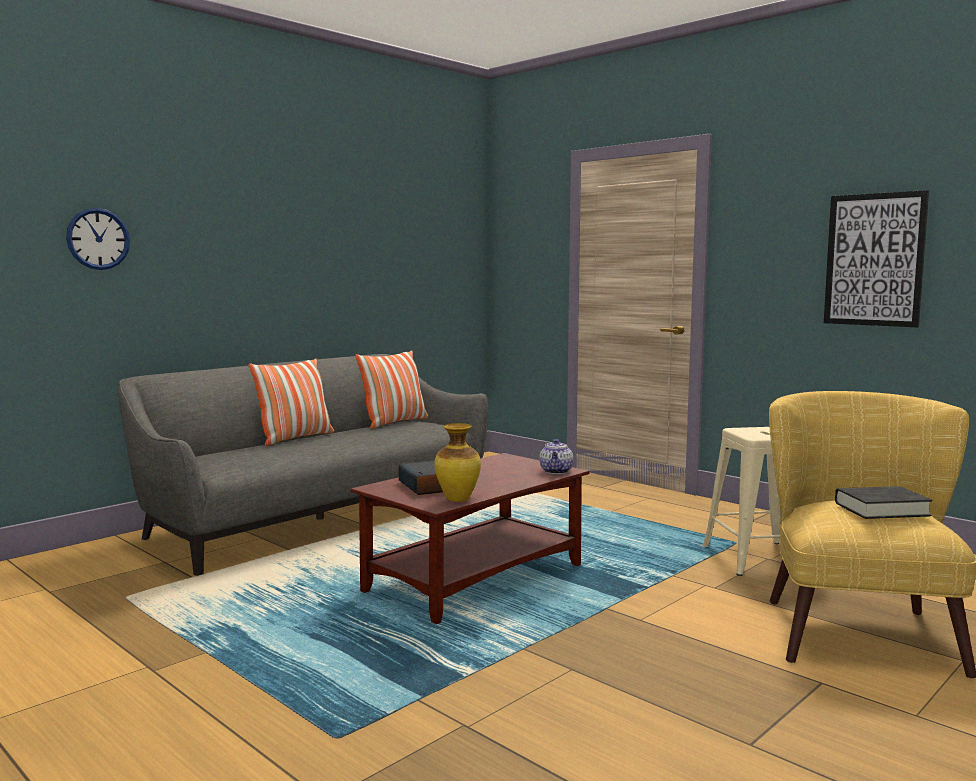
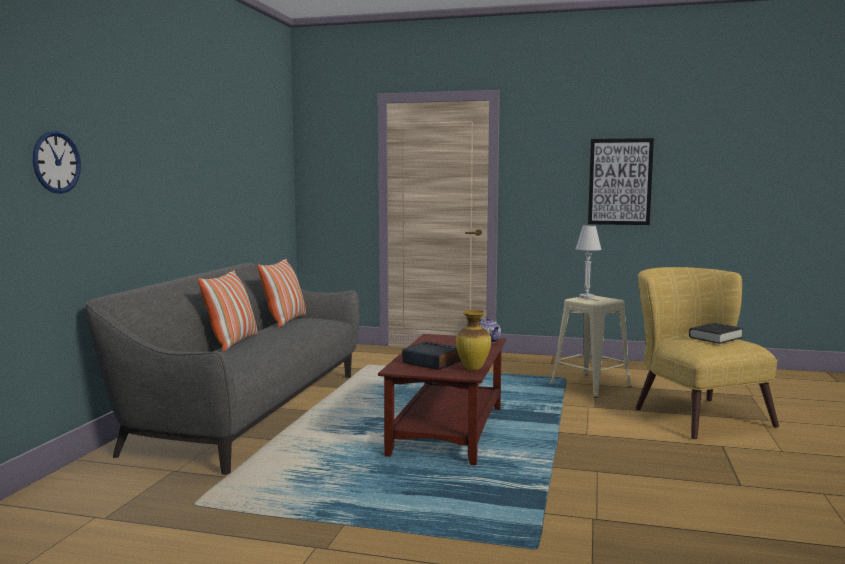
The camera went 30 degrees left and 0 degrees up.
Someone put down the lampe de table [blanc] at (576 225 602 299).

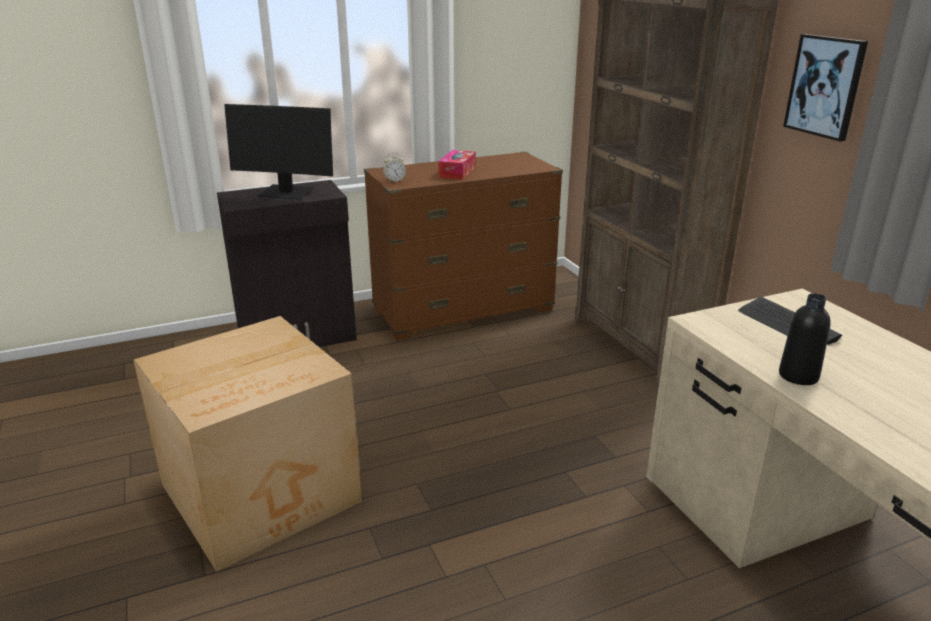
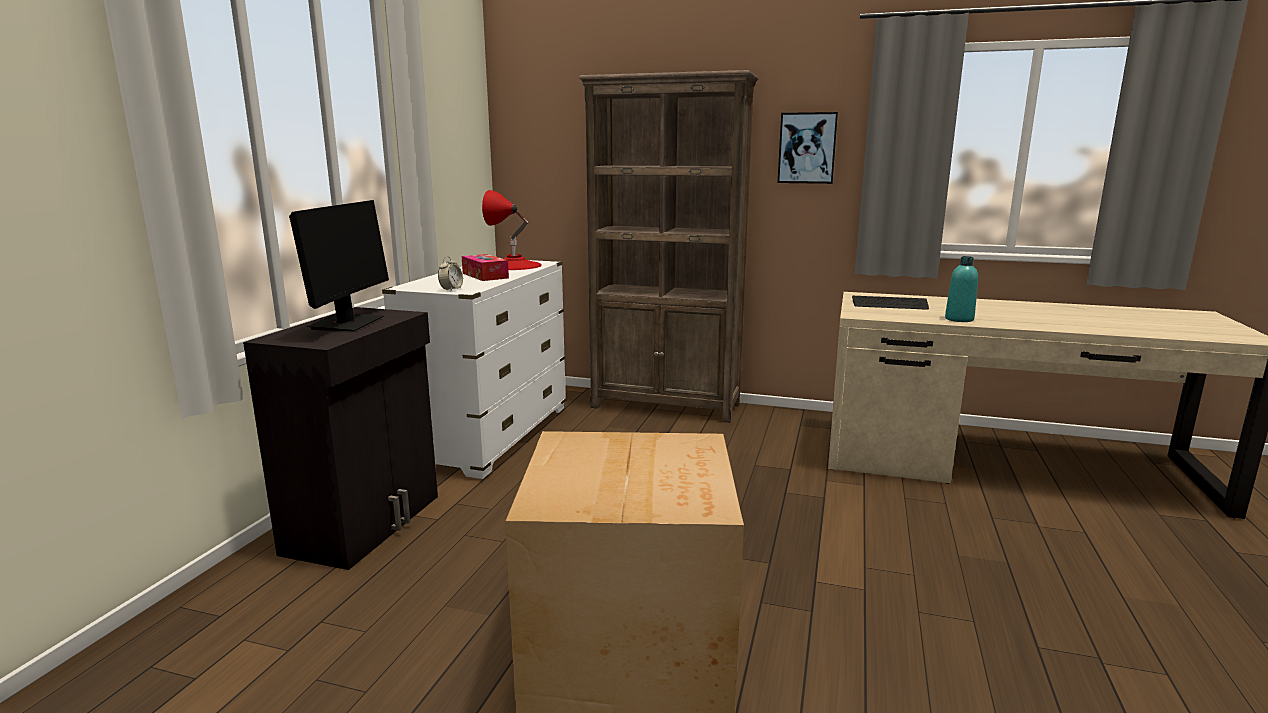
The camera went 50 degrees left and 10 degrees down.
Someone rotated the écran d'ordinateur at (224 104 333 200) by 45 degrees counterclockwise.
Someone repainted the commode [marron] at (364 152 563 341), which became the commode [blanc] at (382 260 566 479).
Someone repainted the bouteille [noir] at (779 293 831 385), which became the bouteille [turquoise] at (945 256 978 322).
Someone put down the lampe de table [rouge] at (482 190 542 270).

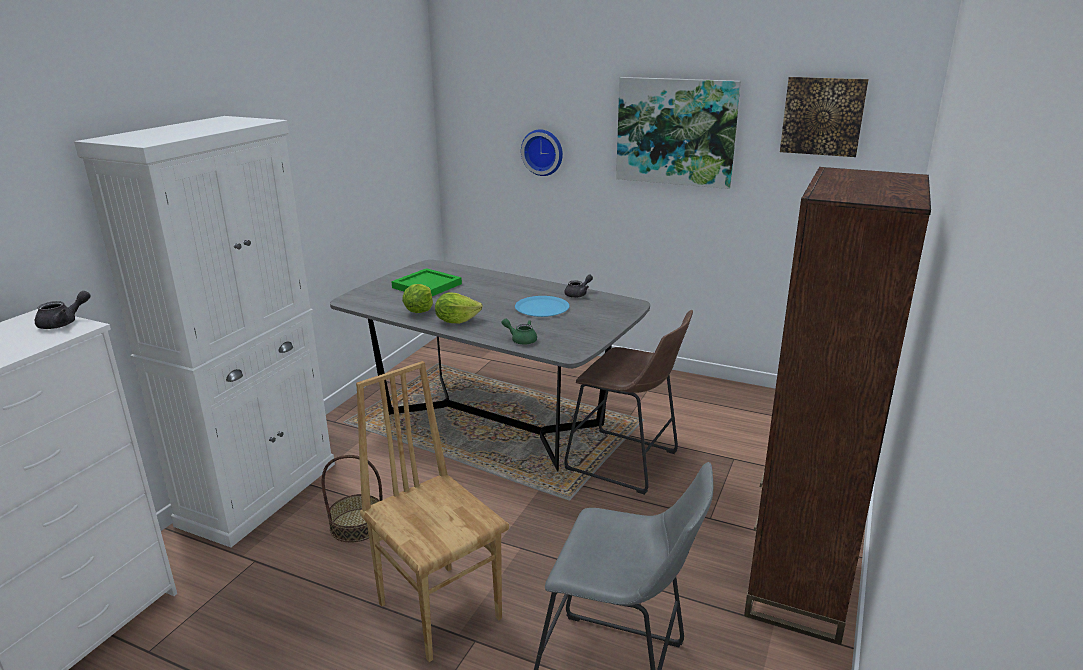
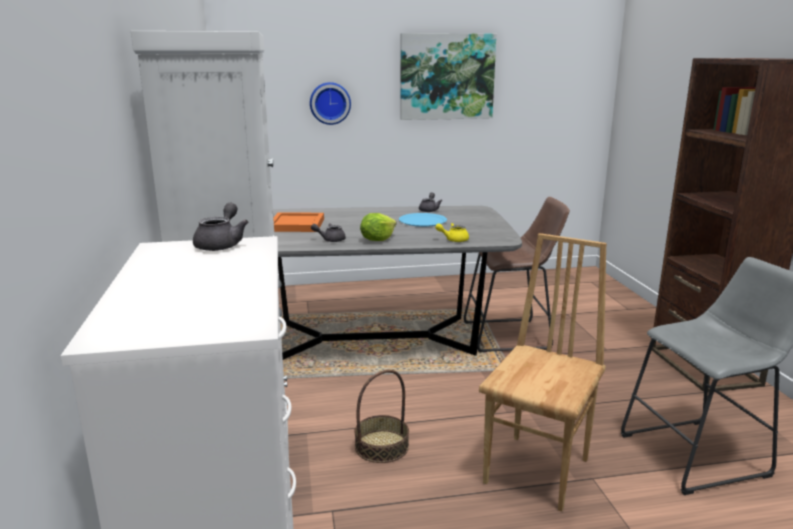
The camera went 35 degrees left and 5 degrees down.
Someone took away the tableau at (780 77 869 157).
Someone repainted the plateau [vert] at (391 268 462 296), which became the plateau [orange] at (273 212 324 232).
Someone swapped the laitue at (402 284 433 313) for the théière [gris] at (311 223 346 242).
Someone repainted the théière [vert] at (502 318 537 345), which became the théière [jaune] at (435 223 469 242).
Someone rotated the chaise [marron] at (356 361 509 662) by 105 degrees clockwise.

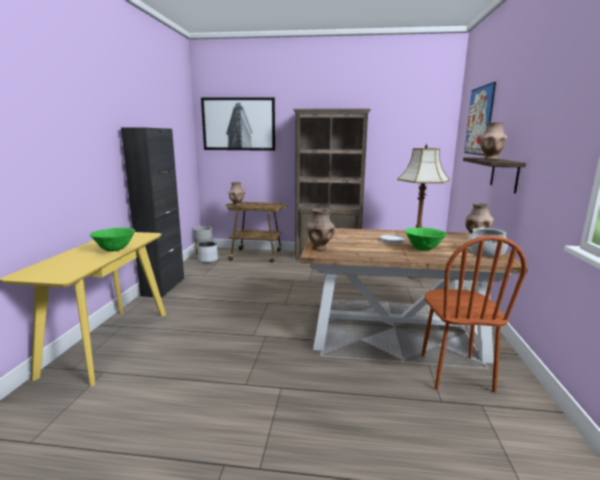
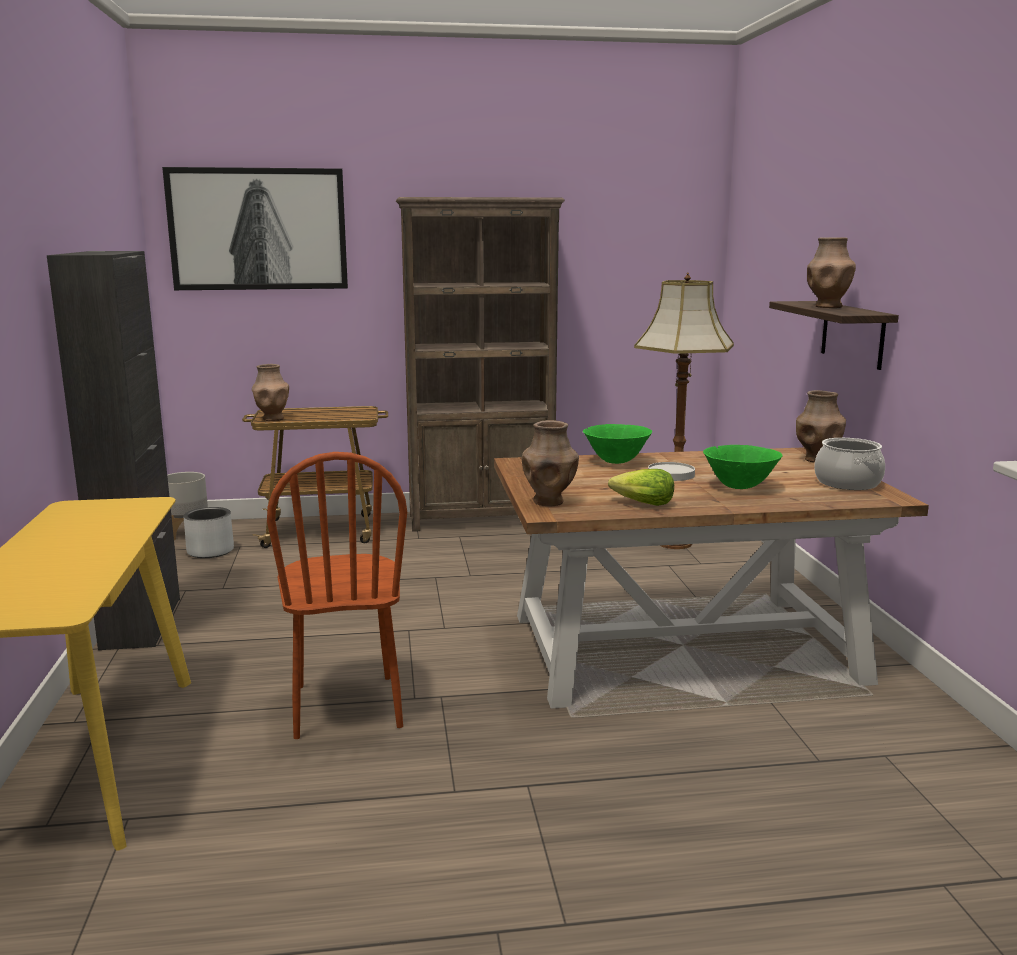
The camera went 15 degrees left and 0 degrees up.
Someone took away the tableau at (464 82 496 156).
Someone carried the bol [vert] from (90 228 135 252) to (583 424 652 464).
Someone carried the chaise [marron] from (421 236 527 392) to (267 452 407 739).
Someone put down the laitue at (608 469 674 506).

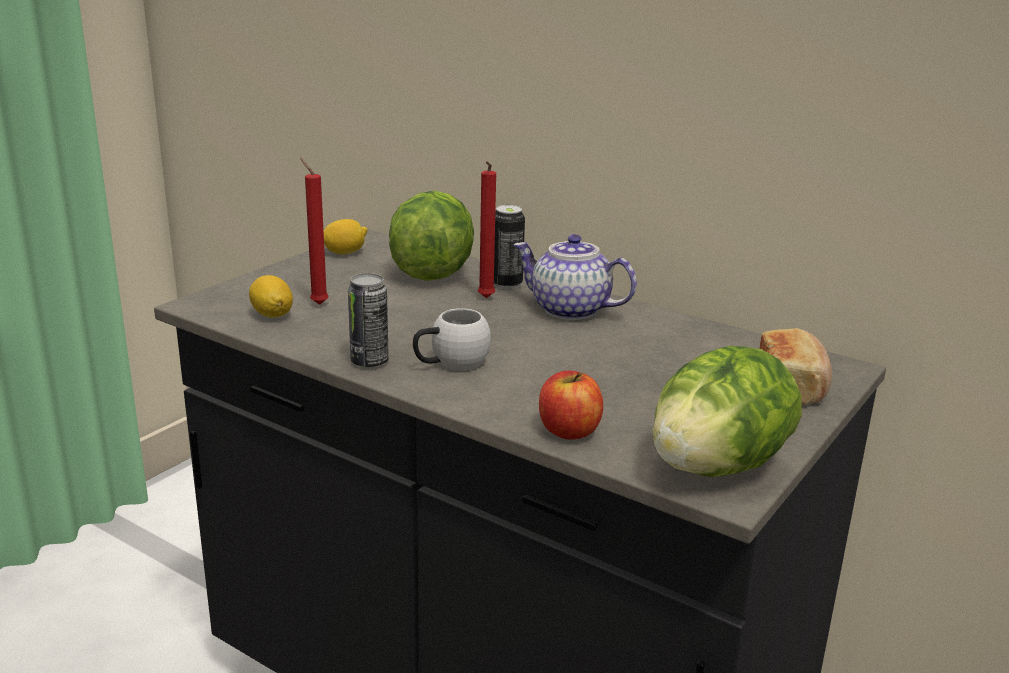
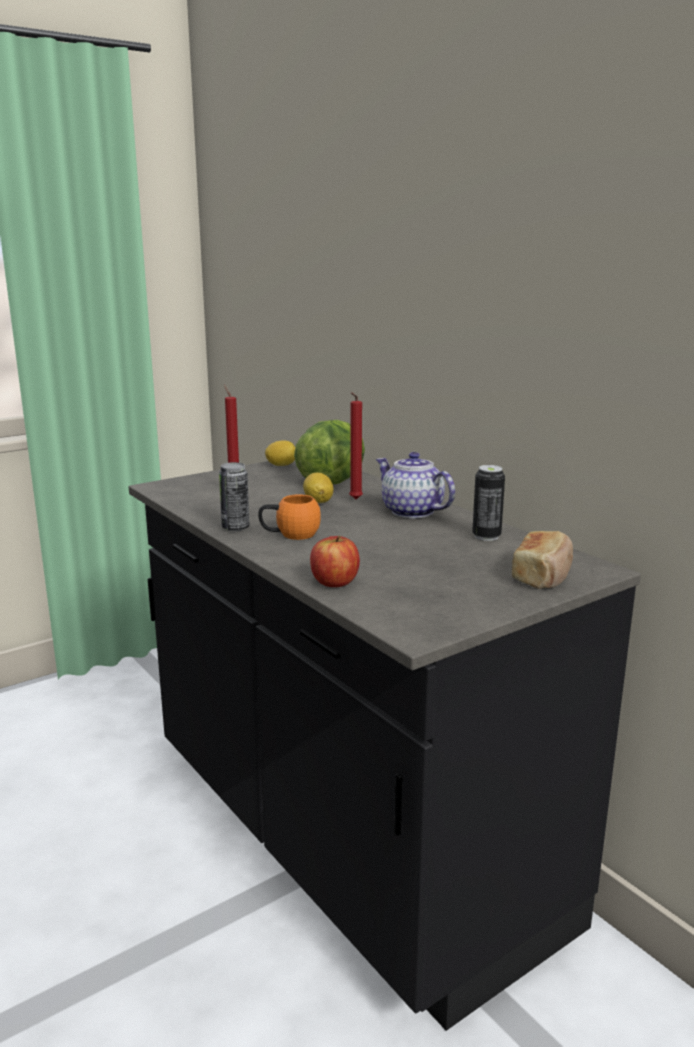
The camera went 20 degrees right and 5 degrees down.
Someone carried the boîte métallique from (494 205 525 290) to (472 465 505 541).
Someone carried the citron from (249 275 293 318) to (303 473 333 503).
Someone repainted the mug [blanc] at (413 308 491 371), which became the mug [orange] at (258 494 321 540).
Someone took away the laitue at (652 346 802 477).

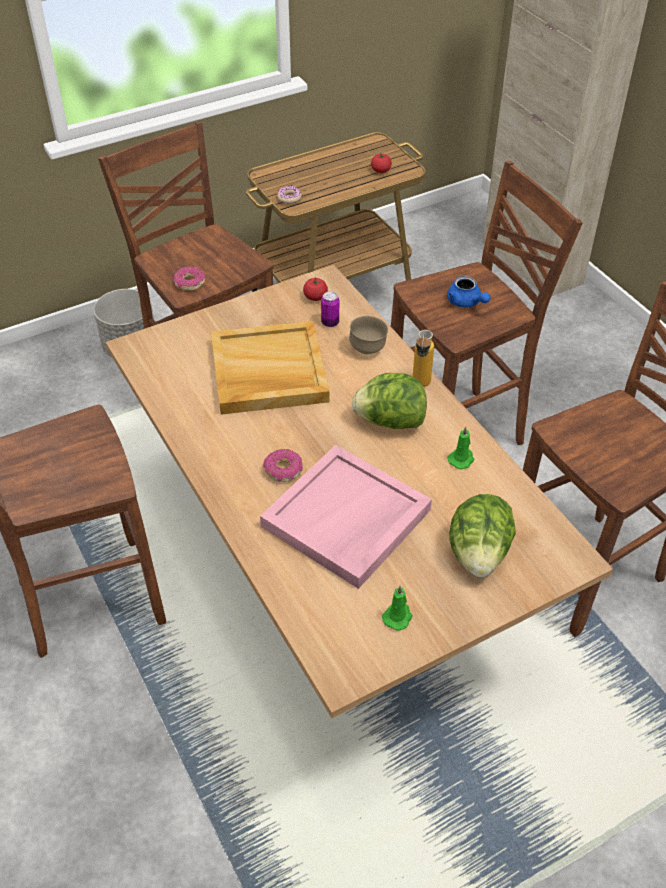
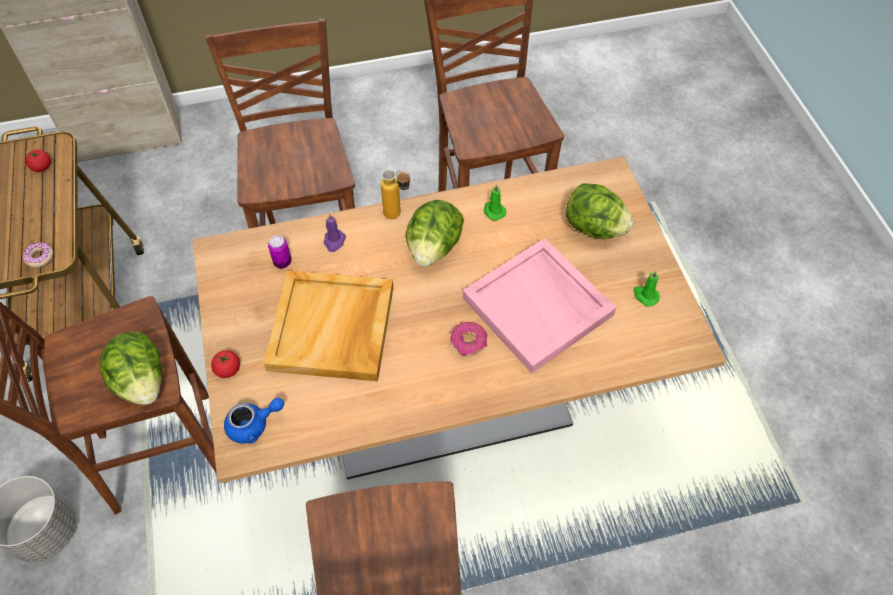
The camera went 75 degrees left and 10 degrees up.
Someone swapped the beignet at (173 266 206 291) for the laitue at (99 332 162 405).
Someone carried the théière [bleu] from (447 276 491 308) to (224 398 284 444).
Someone carried the tomate from (303 277 328 301) to (211 350 240 378).
Someone swapped the bol [marron] at (349 316 388 354) for the bougie [violet] at (324 214 346 252).

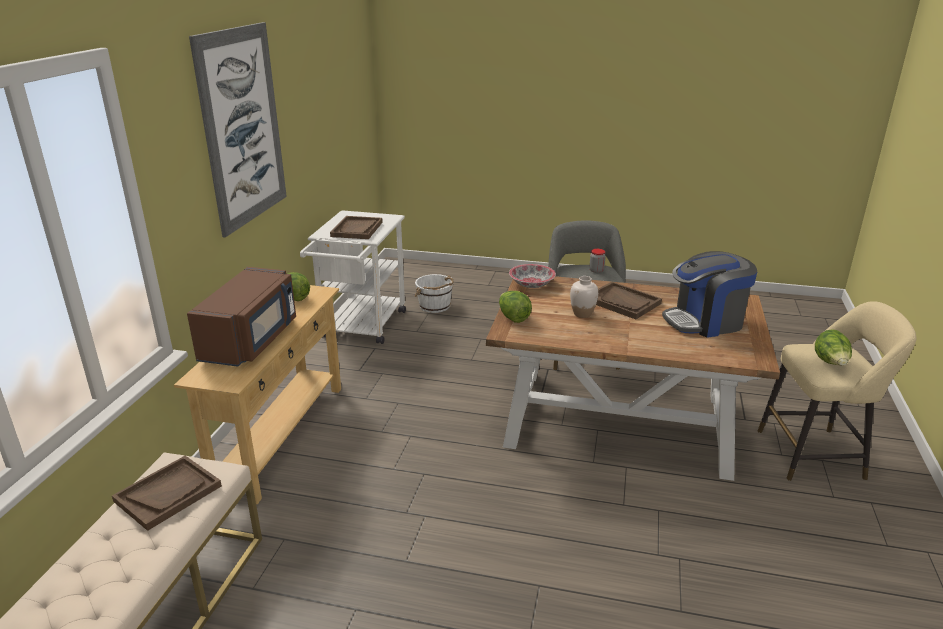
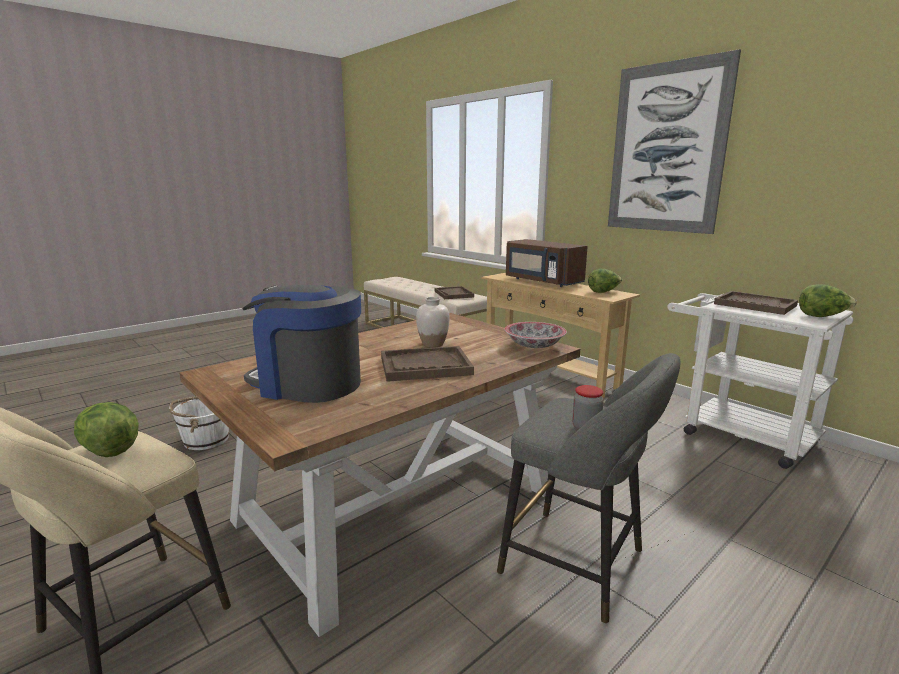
The camera went 125 degrees right and 10 degrees down.
Someone rotated the machine à café at (662 251 757 338) by 90 degrees counterclockwise.
Someone carried the seau [blanc] from (414 274 454 313) to (169 397 229 450).
Someone carried the laitue from (499 291 532 323) to (799 284 857 317).

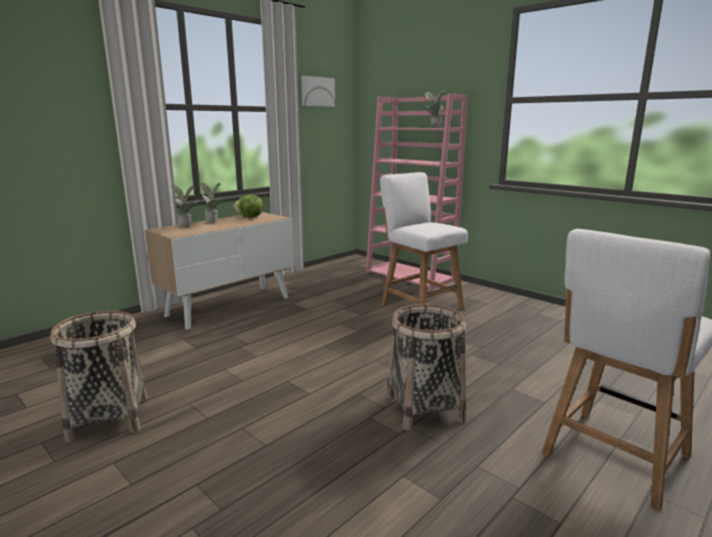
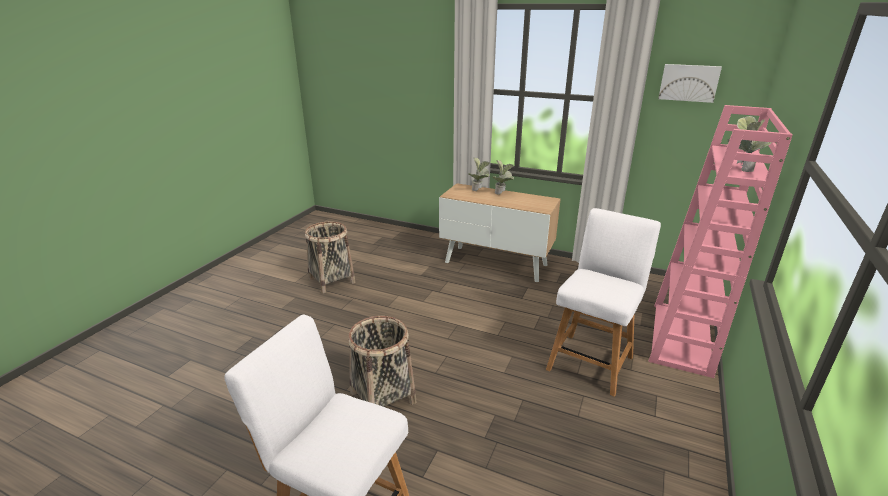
The camera went 70 degrees right and 10 degrees up.
Someone took away the laitue at (233 195 263 218).

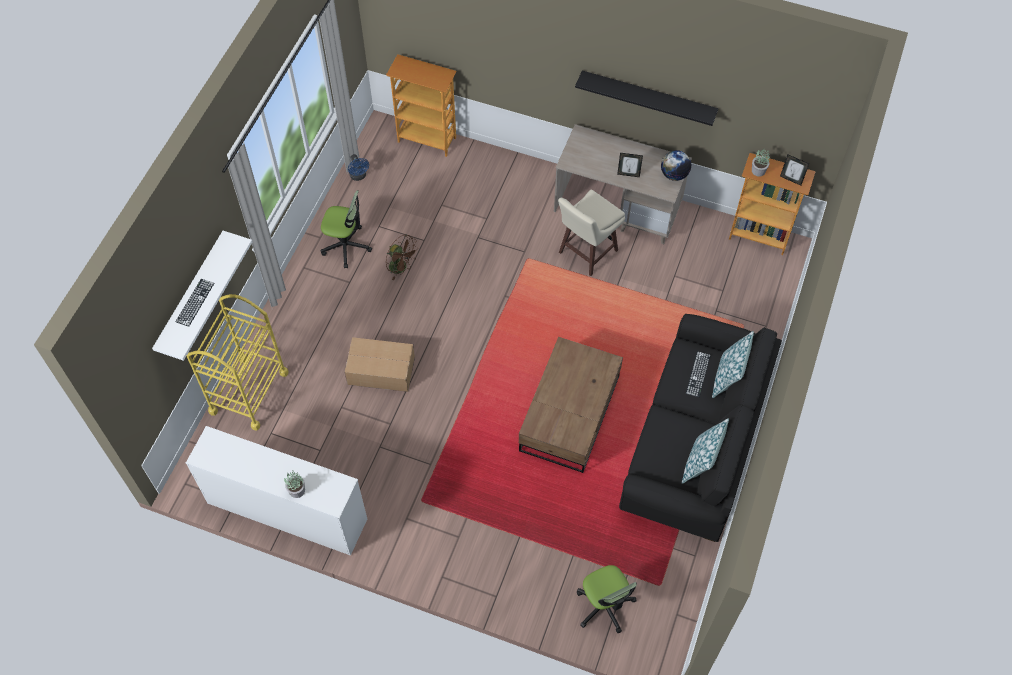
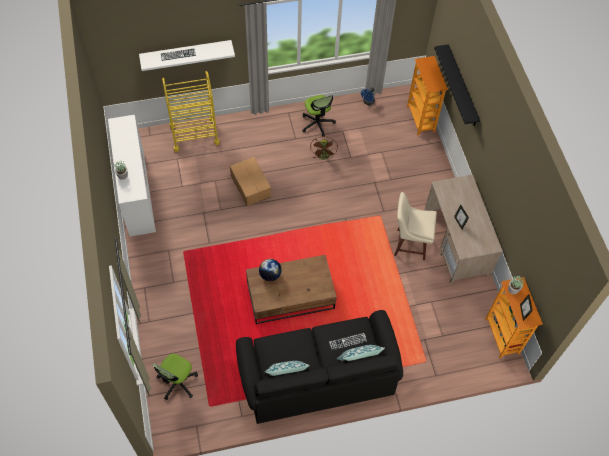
The camera went 55 degrees right and 0 degrees up.
Someone carried the étagère [noir] from (575 71 718 126) to (434 44 480 126).
Someone carried the globe from (661 150 691 181) to (259 259 282 281).

